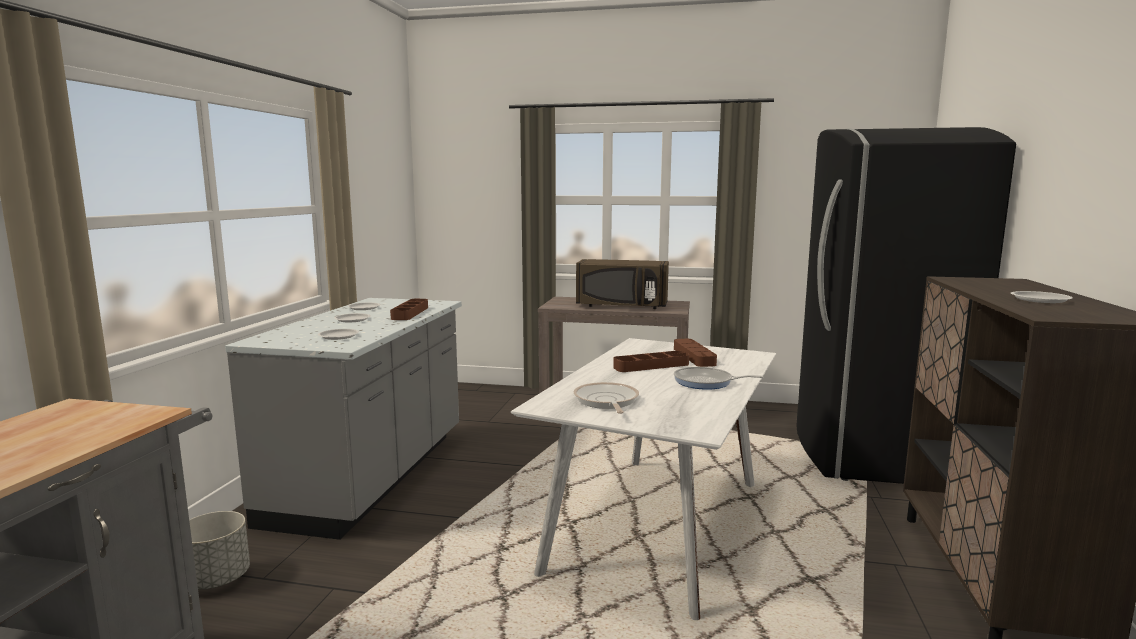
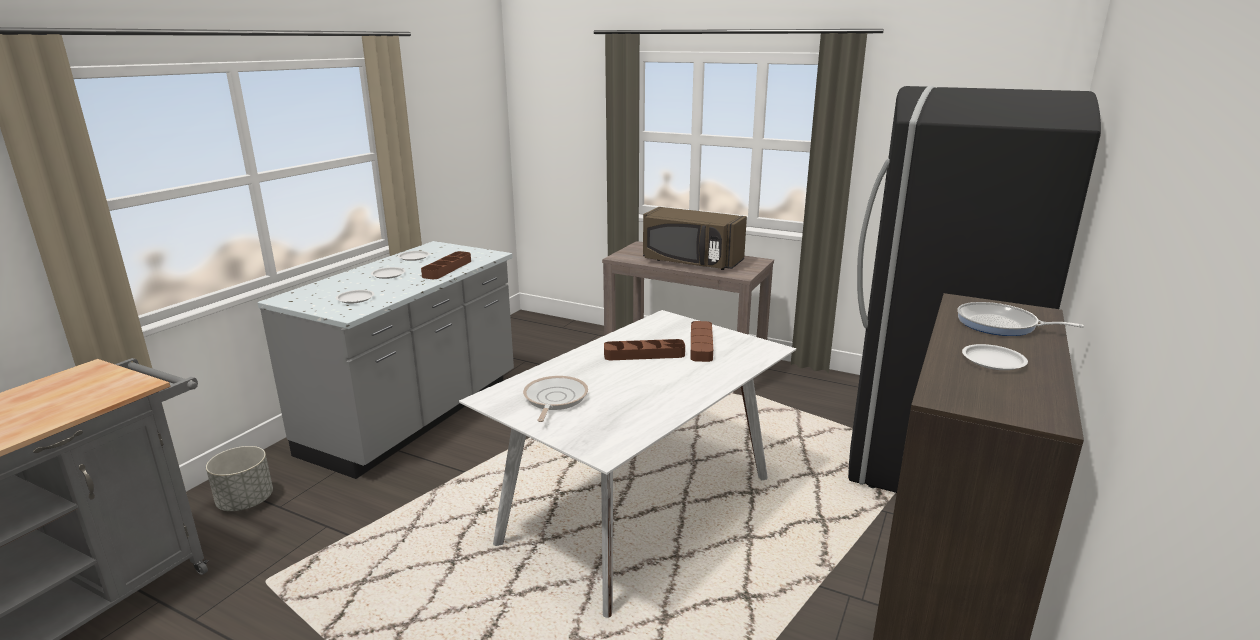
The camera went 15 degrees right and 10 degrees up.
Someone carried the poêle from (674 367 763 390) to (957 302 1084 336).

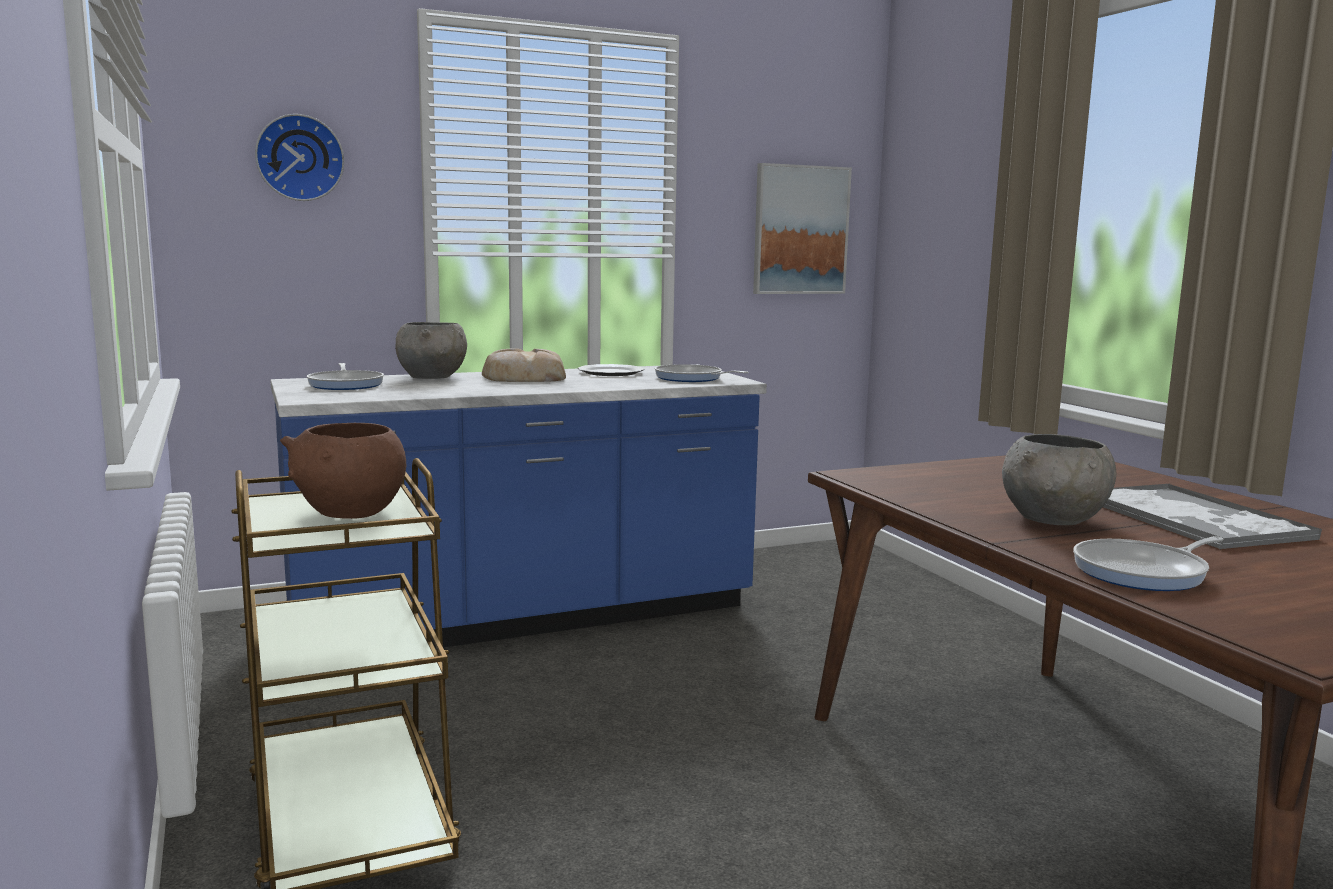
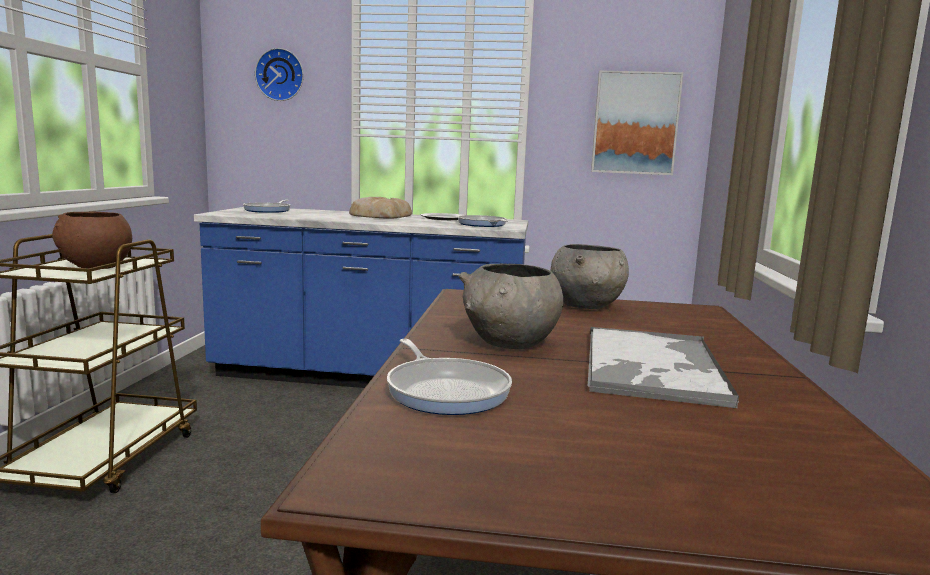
The camera went 30 degrees right and 0 degrees up.
Someone carried the bol [gris] from (395 322 467 379) to (550 244 629 309).
Someone rotated the poêle at (1073 536 1223 591) by 120 degrees counterclockwise.

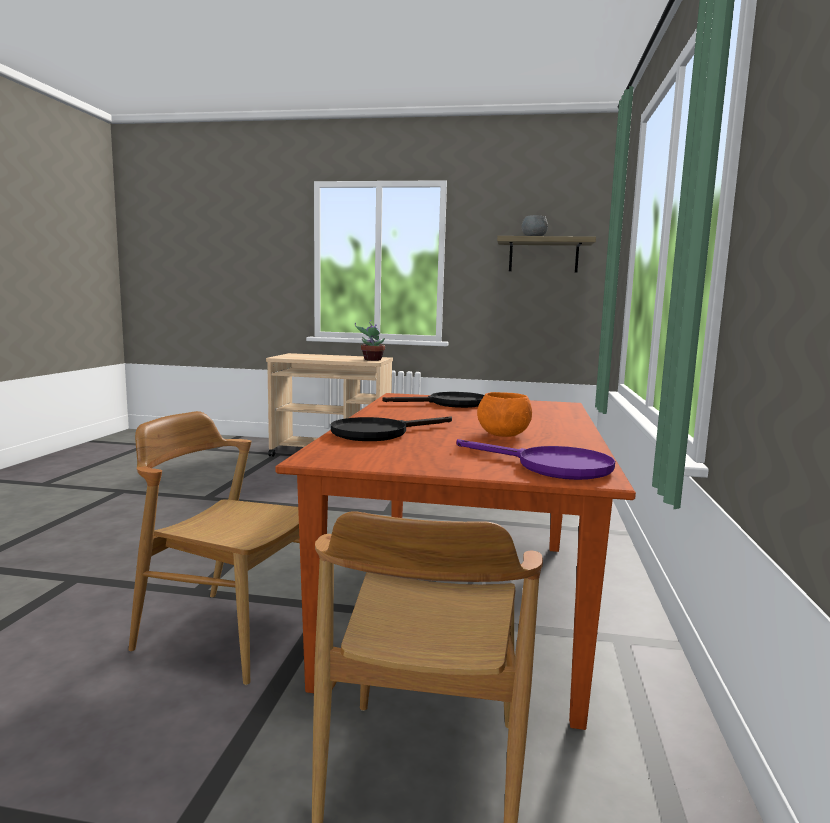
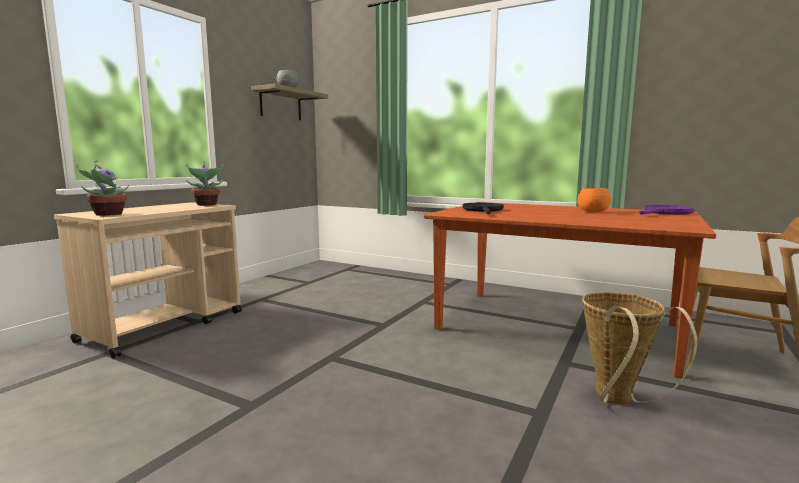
The camera went 70 degrees left and 0 degrees up.
Someone swapped the chaise [marron] at (129 411 300 685) for the panier at (582 292 698 404).
Someone took away the poêle [noir] at (331 416 452 441).
Someone put down the plante en pot at (76 160 129 216).

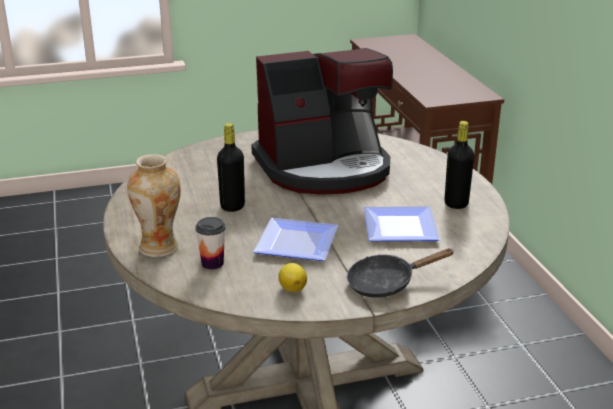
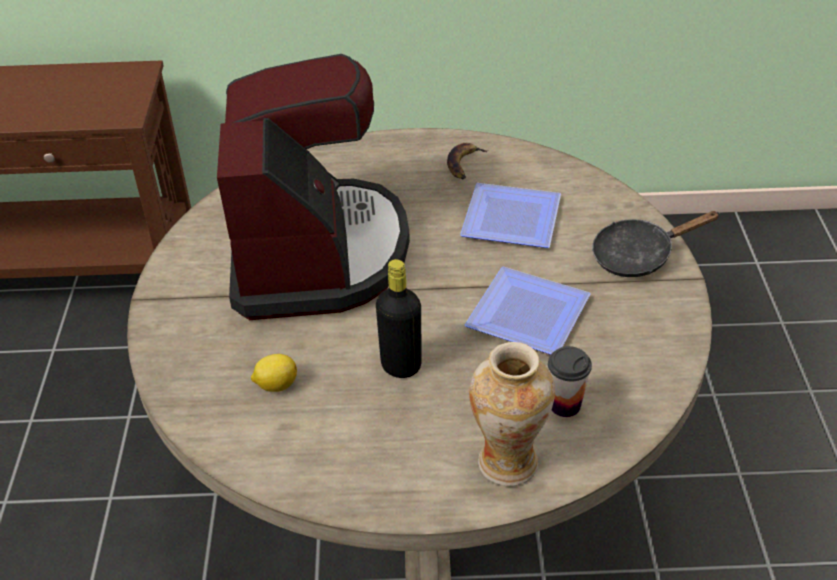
The camera went 75 degrees left and 15 degrees up.
Someone swapped the bouteille [noir] at (445 121 474 209) for the banane at (447 143 489 180).
Someone rotated the poêle [noir] at (347 248 454 298) by 75 degrees clockwise.
Someone carried the citron from (279 263 307 292) to (251 354 297 392).

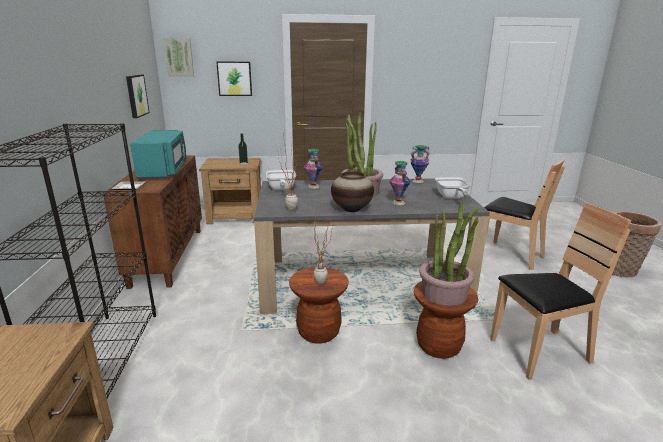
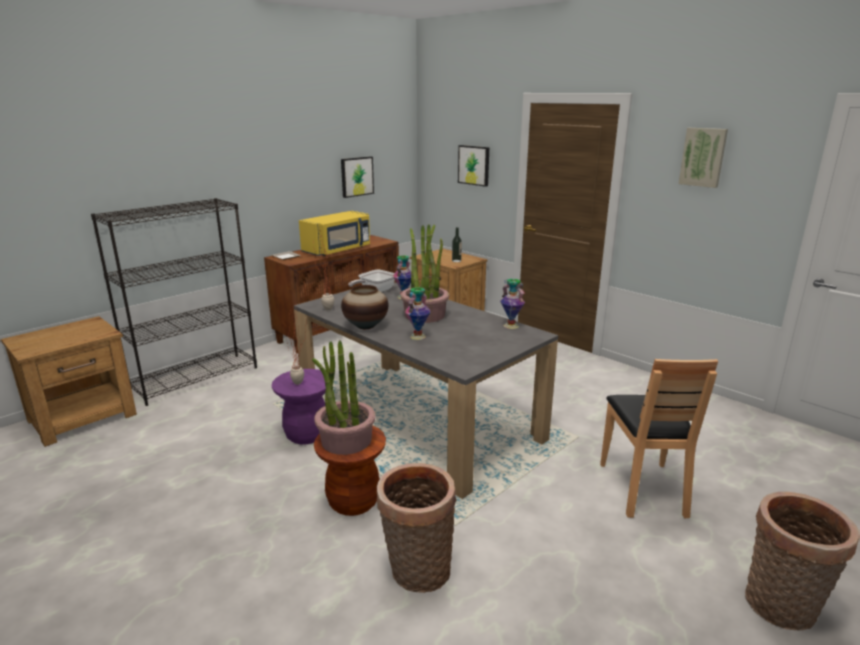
The camera went 50 degrees right and 0 degrees up.
Someone carried the tableau from (164 38 194 77) to (679 128 728 188).
Someone repainted the micro-ondes [turquoise] at (130 130 186 179), which became the micro-ondes [jaune] at (299 211 370 256).
Someone took away the poêle at (435 177 471 199).
Someone swapped the chaise [marron] at (490 203 631 379) for the panier at (377 463 457 593).
Someone repainted the tabouret [marron] at (289 267 349 344), which became the tabouret [violet] at (272 369 326 444).

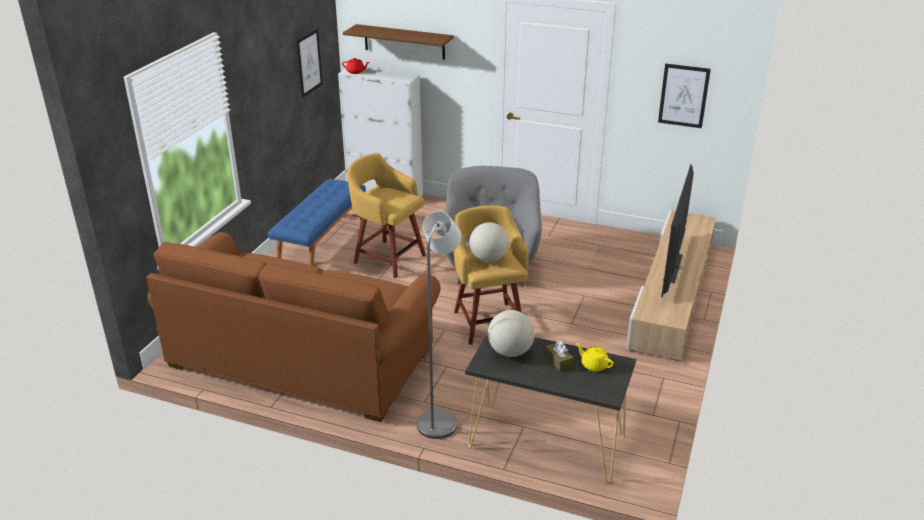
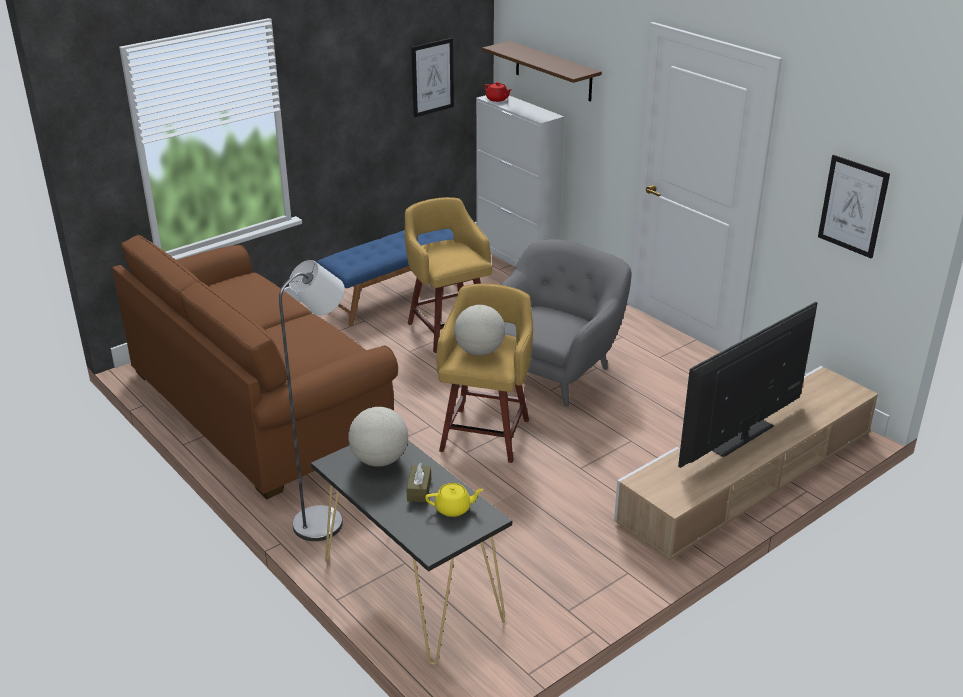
The camera went 30 degrees right and 0 degrees up.
Someone rotated the théière [jaune] at (576 343 614 372) by 105 degrees clockwise.

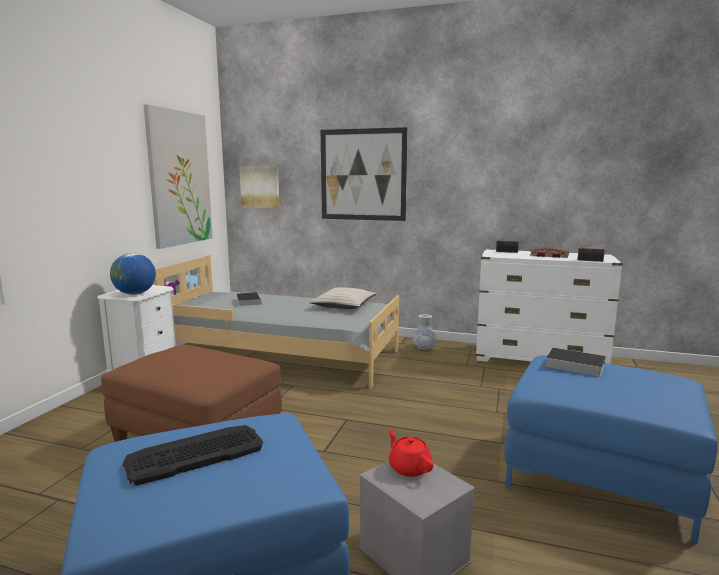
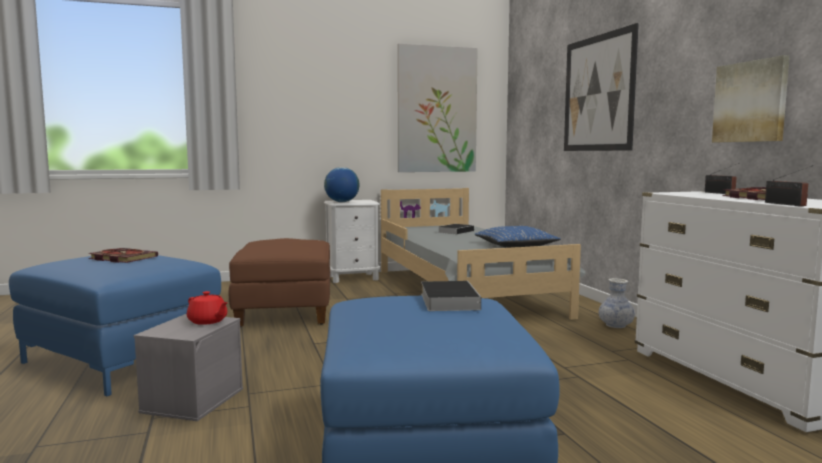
The camera went 55 degrees right and 5 degrees down.
Someone carried the tableau from (239 166 279 209) to (712 55 790 142).
Someone repainted the coussin [beige] at (310 287 377 309), which became the coussin [bleu] at (474 226 561 248).
Someone swapped the clavier at (123 425 263 486) for the livre at (88 248 158 263).
Someone rotated the théière [rouge] at (388 430 434 477) by 105 degrees clockwise.

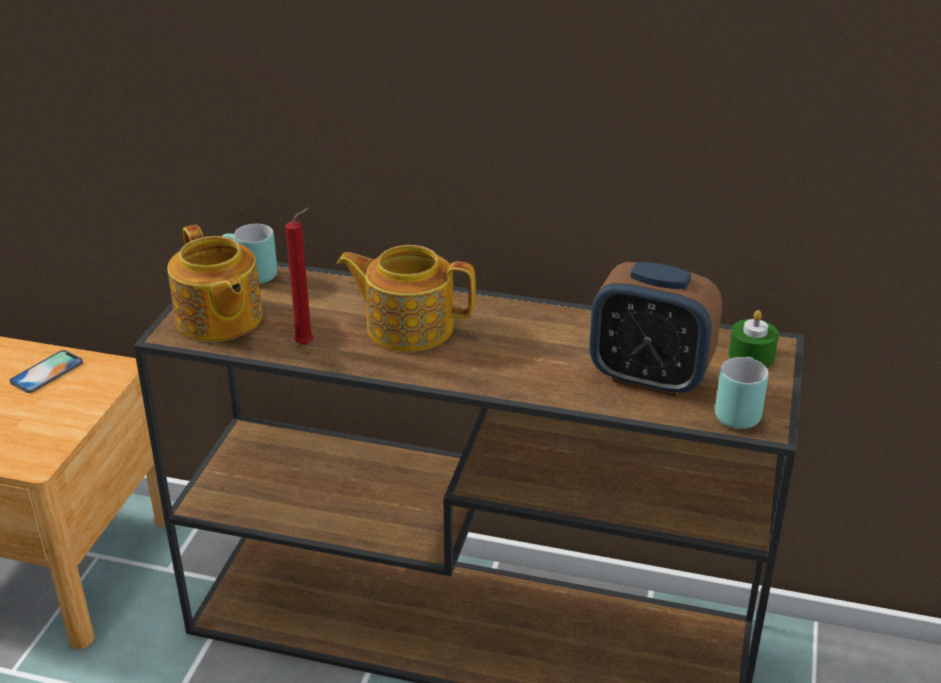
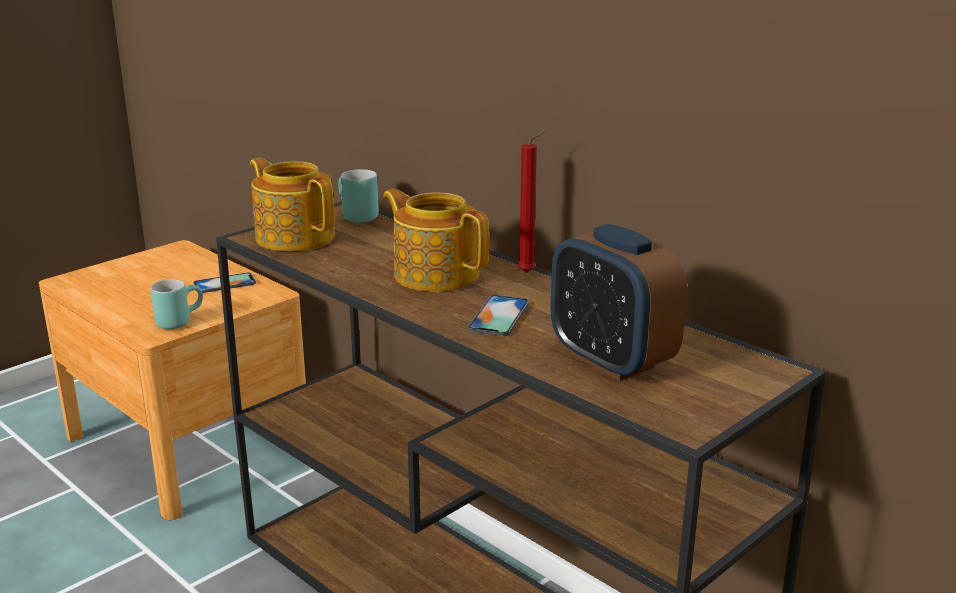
The camera went 30 degrees right and 10 degrees down.
Someone carried the bougie [rouge] from (285 208 313 345) to (518 131 545 273).
Someone rotated the théière at (167 225 263 342) by 135 degrees clockwise.
Someone took away the bougie [vert] at (728 310 779 367).
Someone carried the mug [turquoise] from (715 357 769 429) to (151 279 203 329).
Someone put down the téléphone at (467 295 529 336).

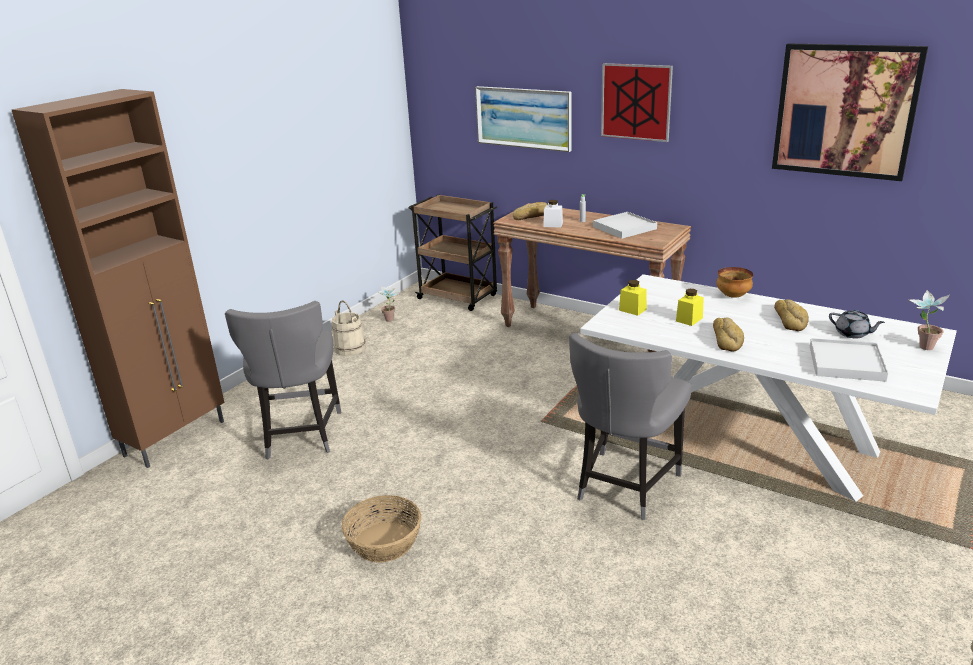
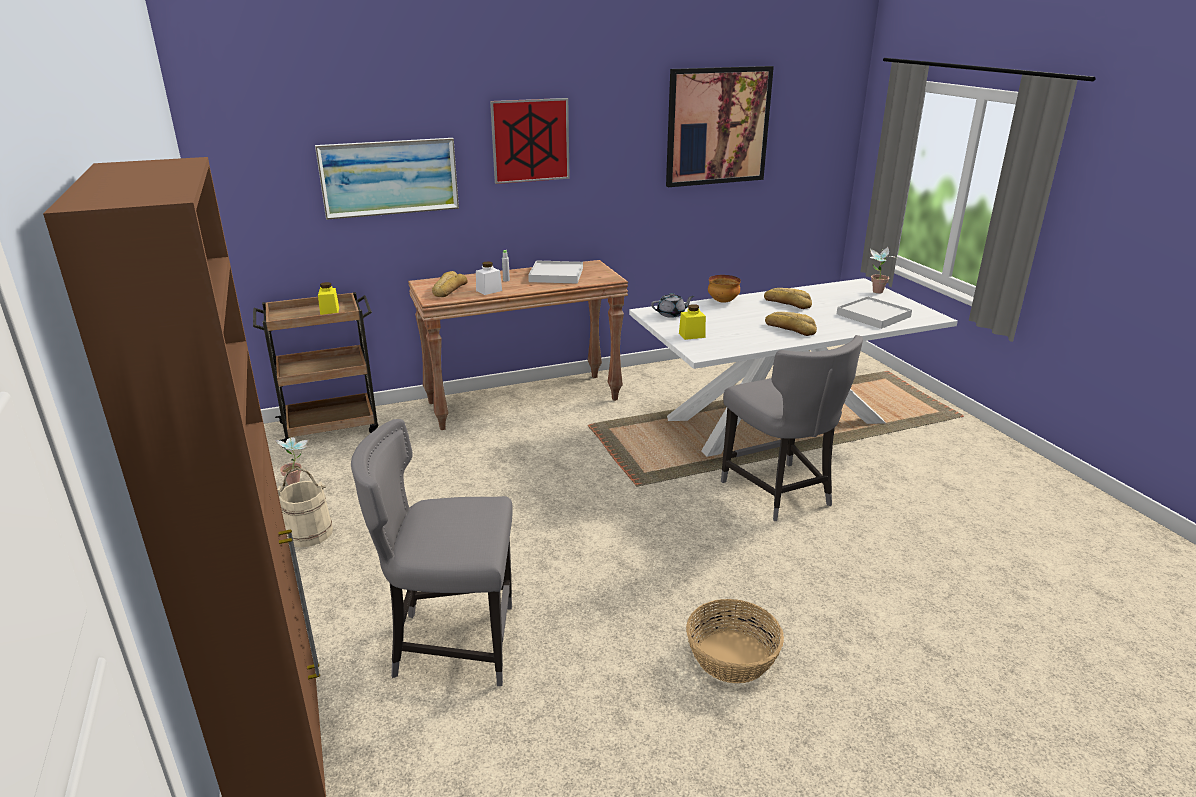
The camera went 55 degrees left and 0 degrees up.
Someone carried the bocal [jaune] from (676 289 704 326) to (318 282 339 315).
Someone rotated the chaise [gris] at (225 301 341 460) by 150 degrees clockwise.
Someone carried the théière [gris] from (829 310 885 338) to (651 293 694 318).

